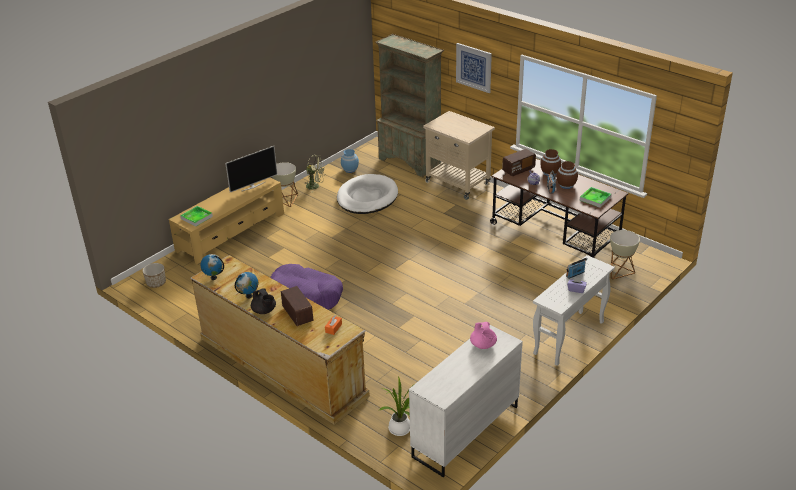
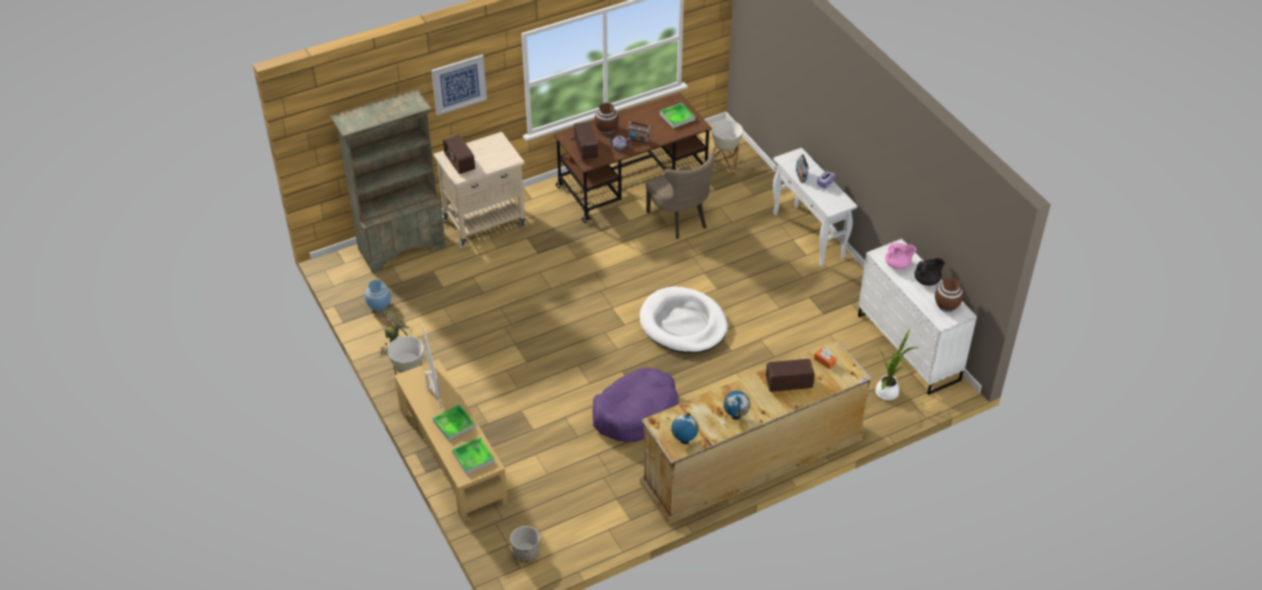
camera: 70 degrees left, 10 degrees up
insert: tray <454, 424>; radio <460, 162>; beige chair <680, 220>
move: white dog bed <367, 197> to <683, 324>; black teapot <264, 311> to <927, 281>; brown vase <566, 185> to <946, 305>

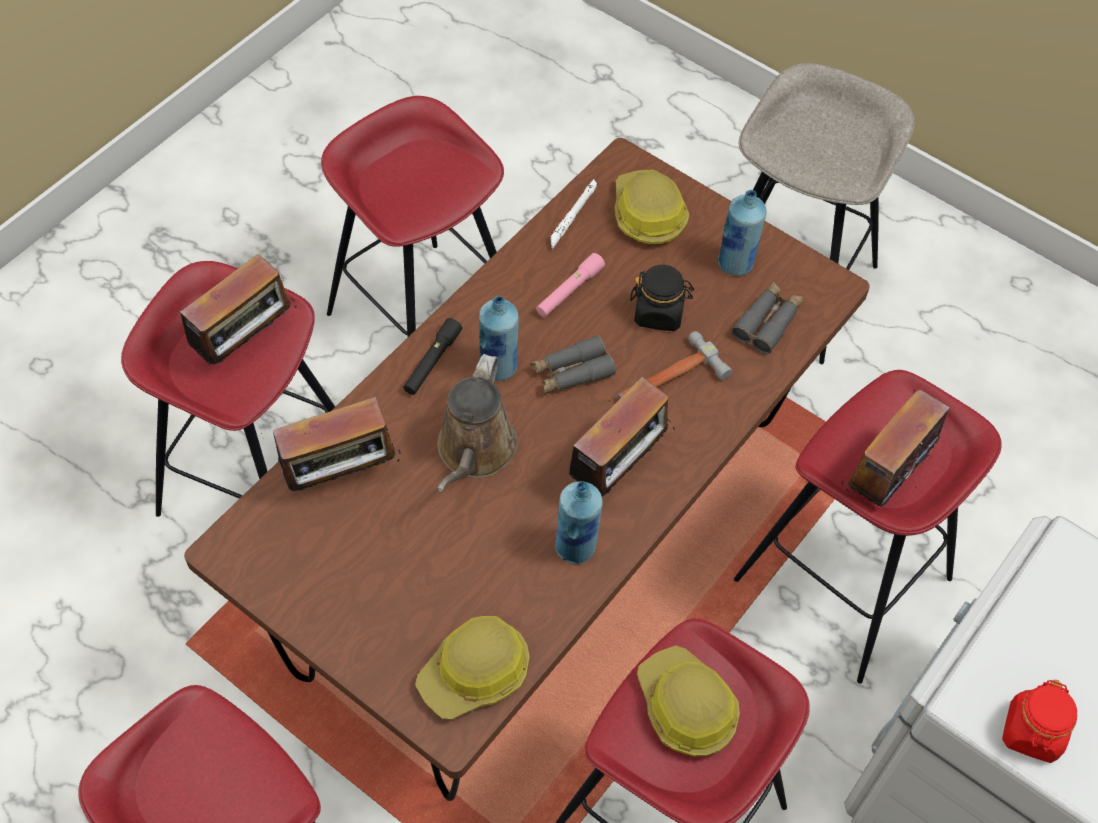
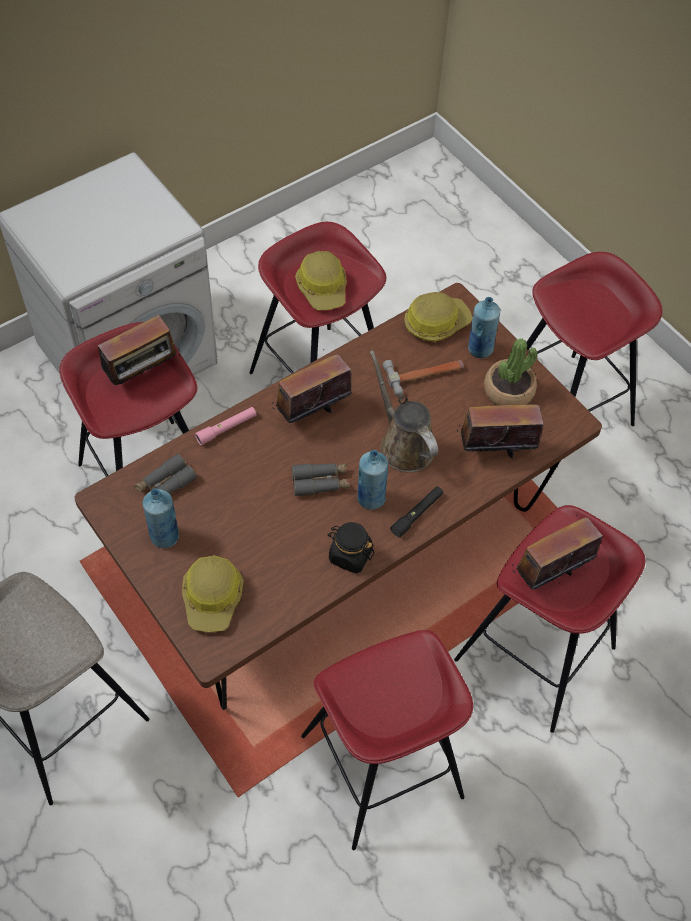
camera: 165 degrees left, 0 degrees up
delete: white flashlight <572, 216>; red jar <1032, 732>
insert: potted plant <508, 391>
move: pink flashlight <569, 291> to <226, 428>; black jar <659, 313> to <350, 555>; hammer <668, 380> to <425, 375>; blue bottle <576, 547> to <479, 349>
rotate: brown watering can <474, 452> = <403, 444> 60 degrees counterclockwise

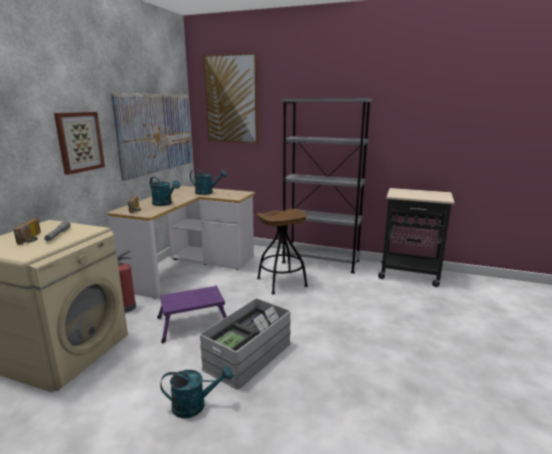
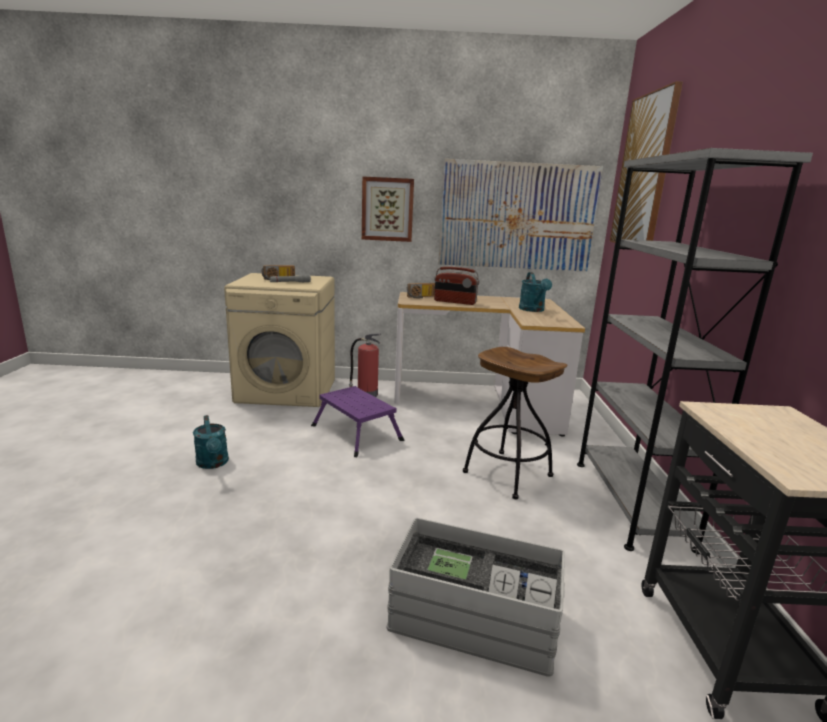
camera: 70 degrees right, 0 degrees up
move: grey storage box <247, 355> to <474, 616>
replace: turquoise watering can <165, 204> to radio <455, 302>

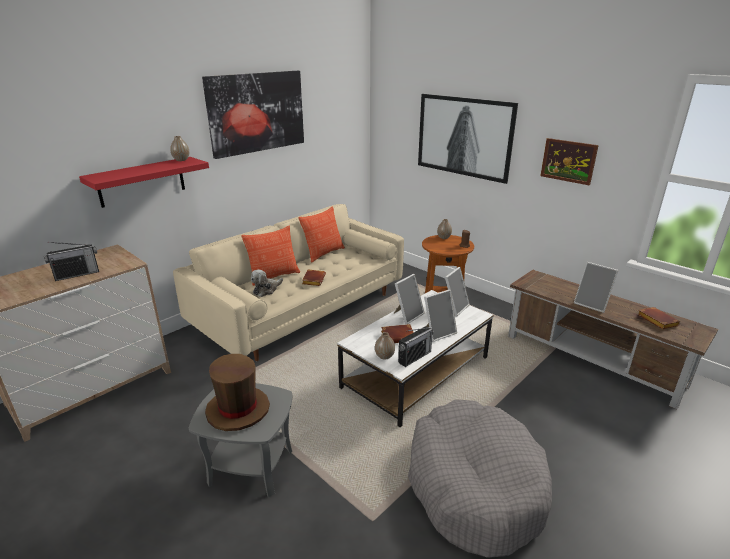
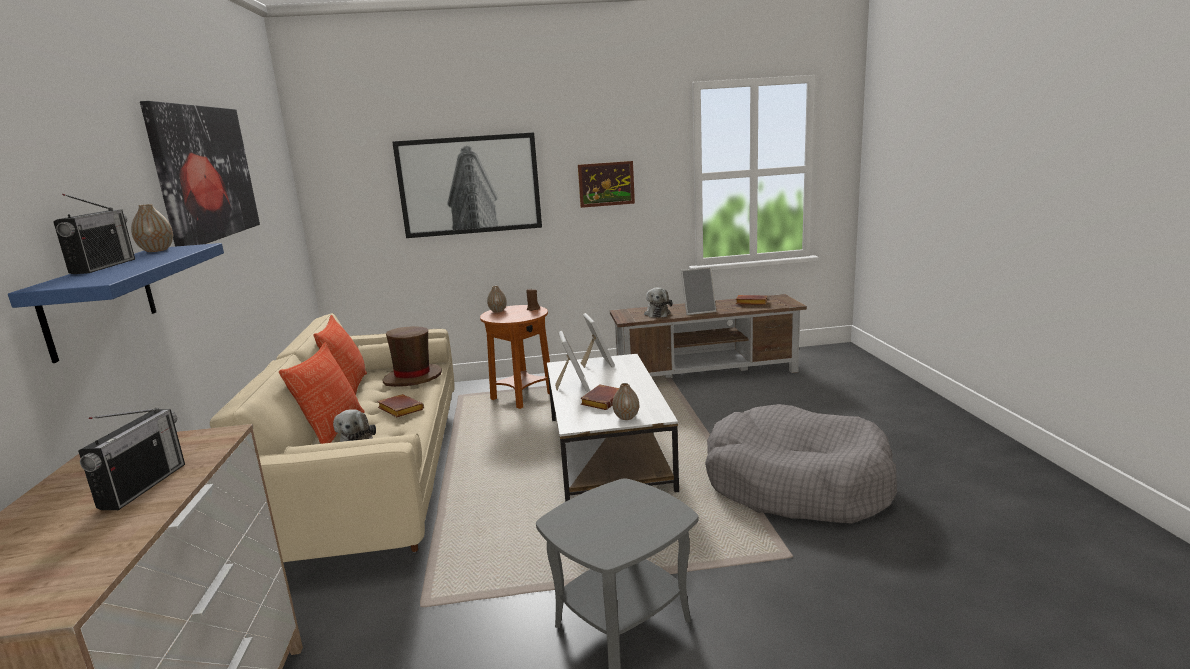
camera: 50 degrees left, 10 degrees down
delete: picture frame <438, 332>
insert: plush toy <657, 313>
move: radio <414, 357> to <103, 266>; brown hat <237, 410> to <413, 378>
recolor: red shelf <142, 182> to blue shelf <100, 301>

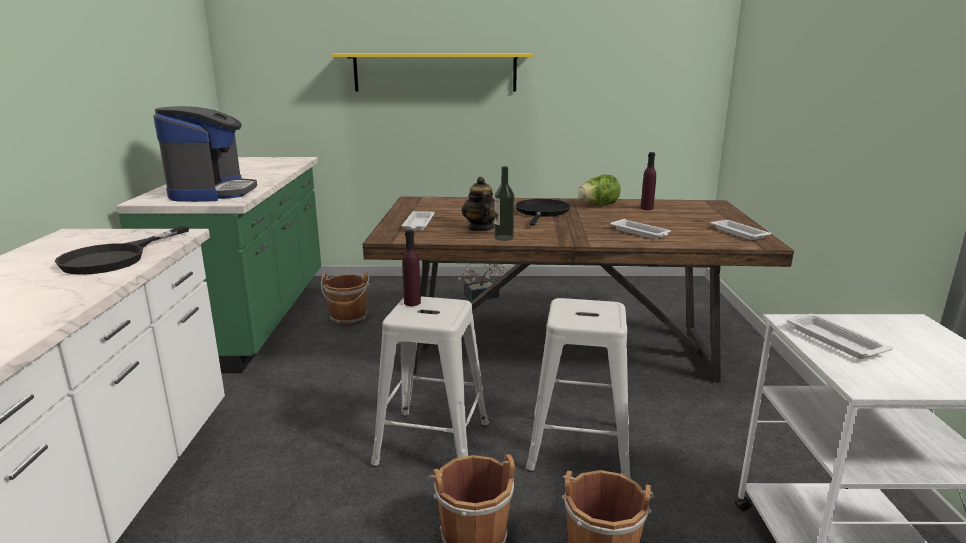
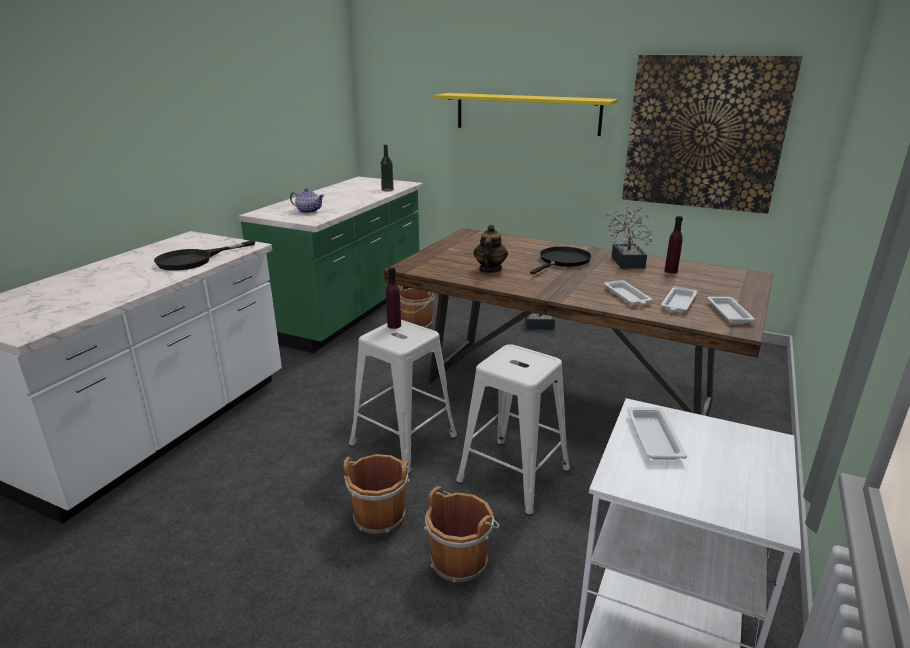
camera: 25 degrees right, 5 degrees up
insert: picture <704, 133>
move: bottle <504, 238> to <387, 190>; white tray <418, 224> to <678, 303>
replace: coffee machine <212, 192> to teapot <308, 211>; lettuce <598, 205> to potted plant <627, 260>

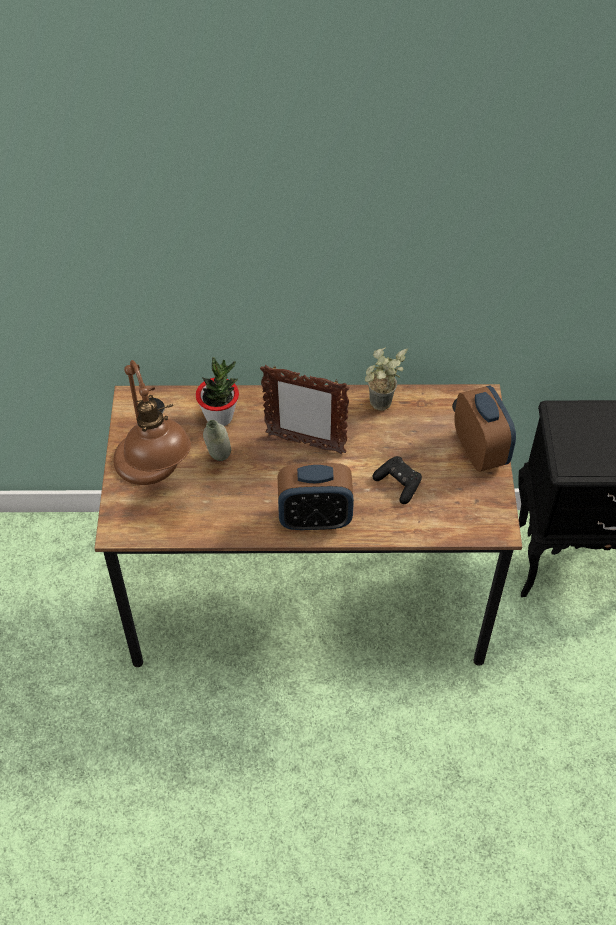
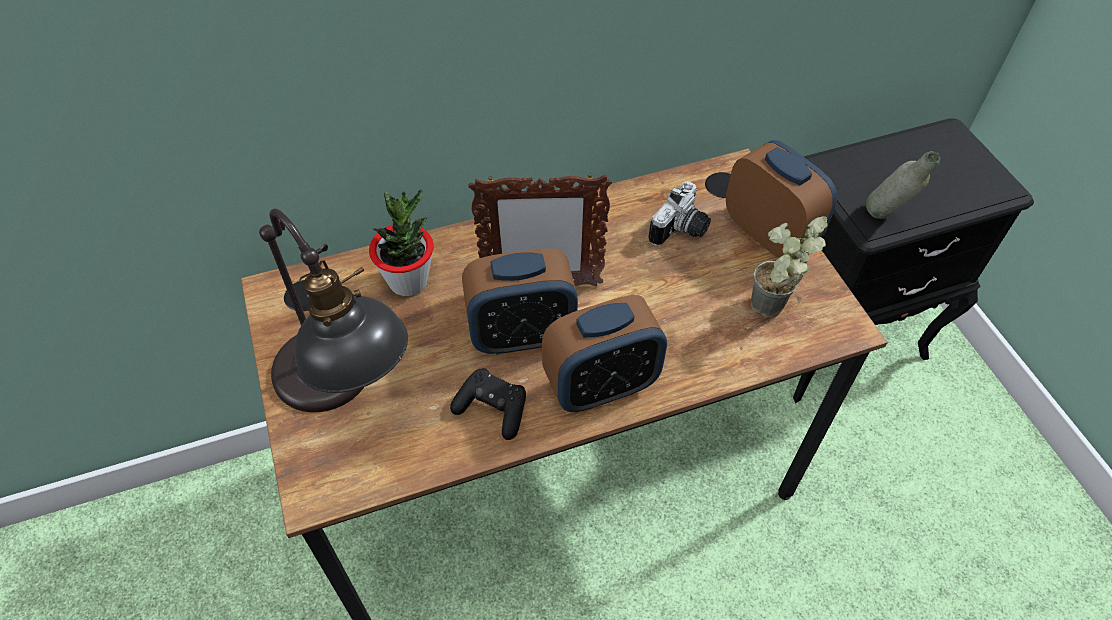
camera: 20 degrees left, 0 degrees up
insert: alarm clock <521, 335>; photo camera <681, 231>
move: black game controller <398, 484> to <492, 409>; potted plant <380, 408> to <770, 314>; grey bottle <219, 462> to <884, 221>
recolor: brown table lamp <156, 480> to grey table lamp <349, 396>

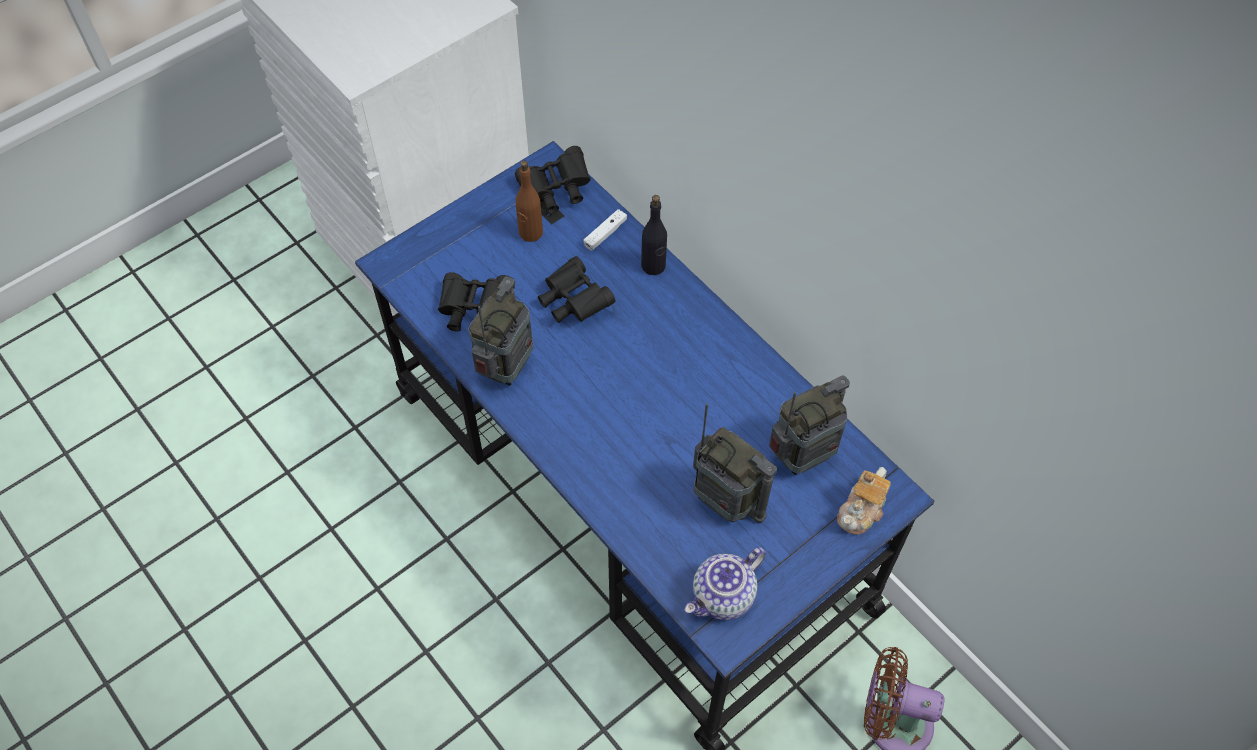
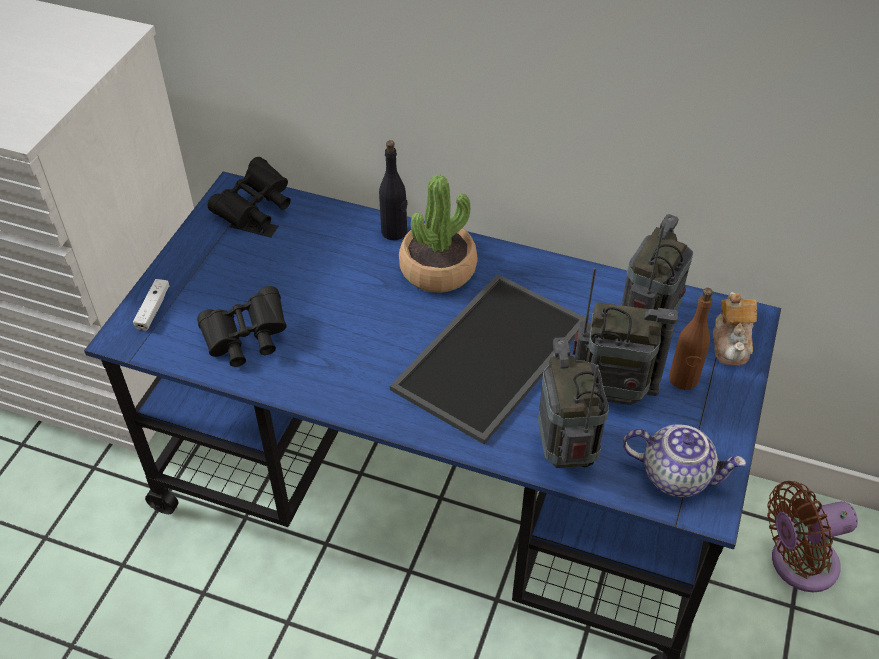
camera: 30 degrees left, 10 degrees down
delete: black binoculars <573, 301>
insert: tray <492, 358>; potted plant <438, 269>
move: white game controller <605, 234> to <153, 309>; radio <506, 367> to <566, 451>; brown bottle <530, 233> to <683, 379>
rotate: teapot <723, 597> = <676, 475> 90 degrees counterclockwise

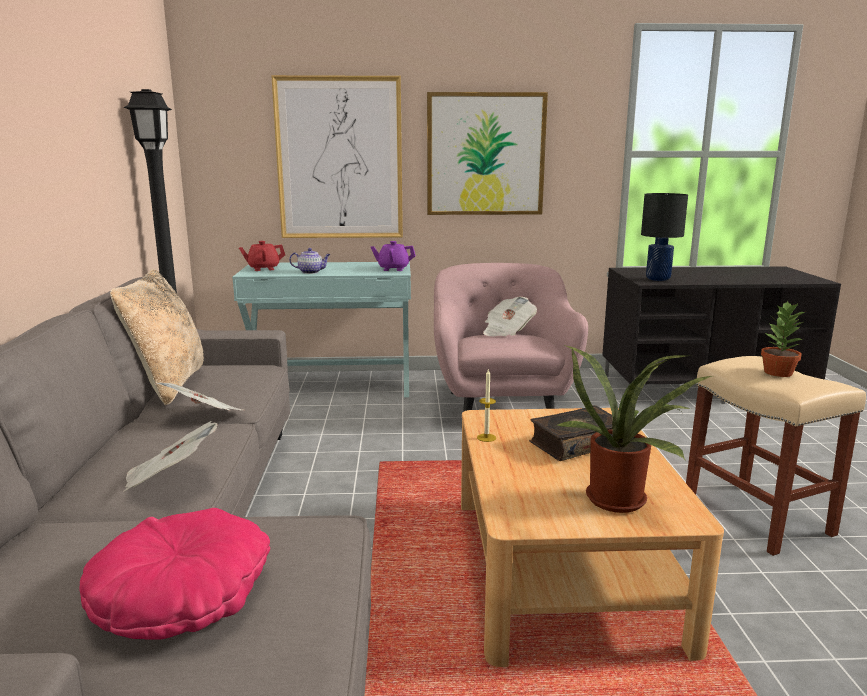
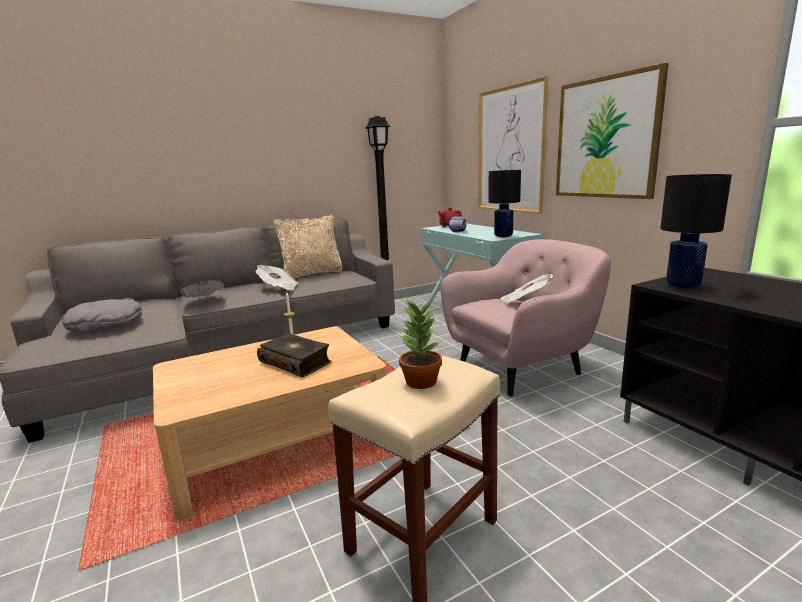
camera: 65 degrees right, 0 degrees up
delete: potted plant <620, 498>
replace: purple teapot <393, 269> to black table lamp <503, 236>
recolor: pink pillow <178, 594> to grey pillow <107, 325>

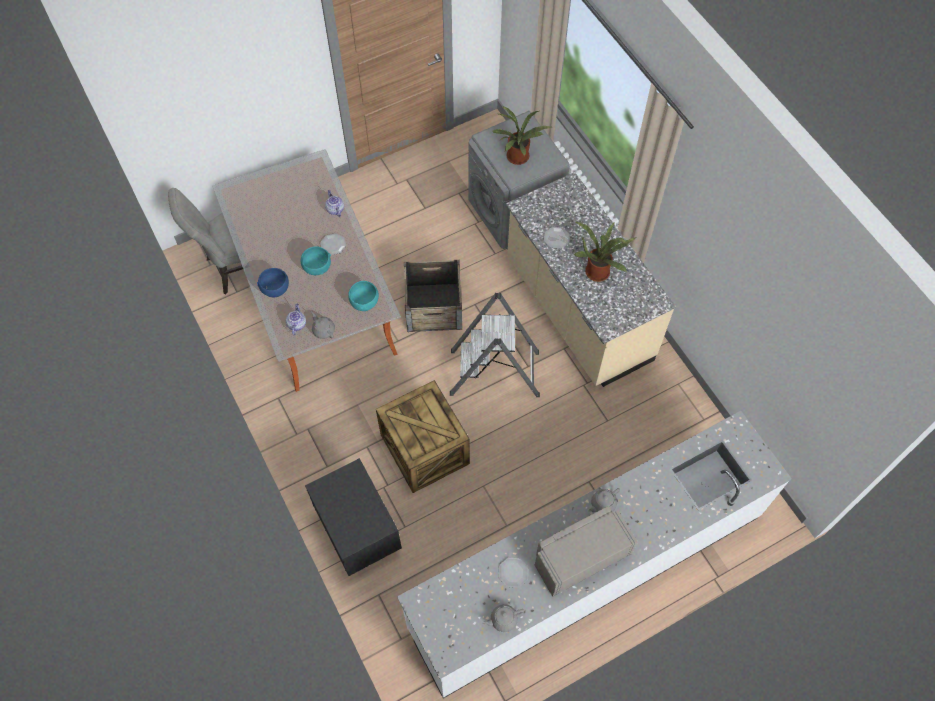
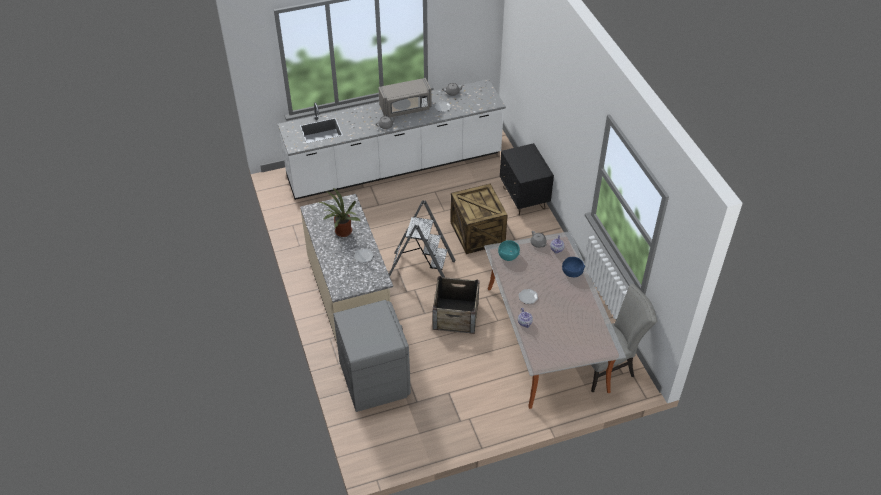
camera: 170 degrees left, 15 degrees down
delete: turquoise bowl <317, 267>; potted plant <517, 159>

